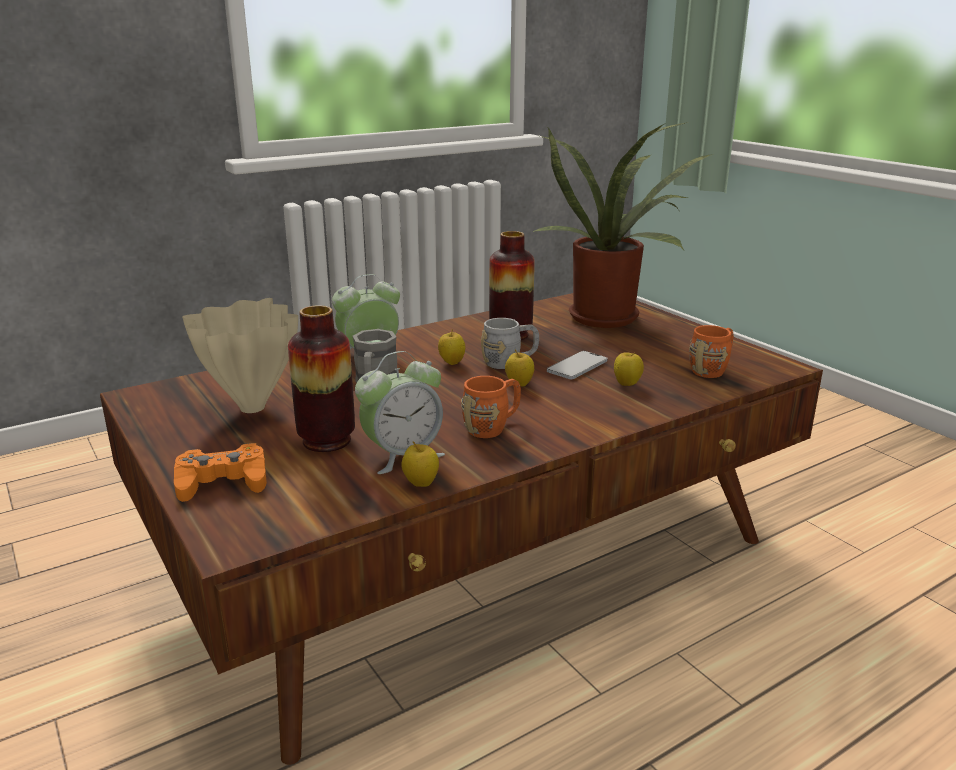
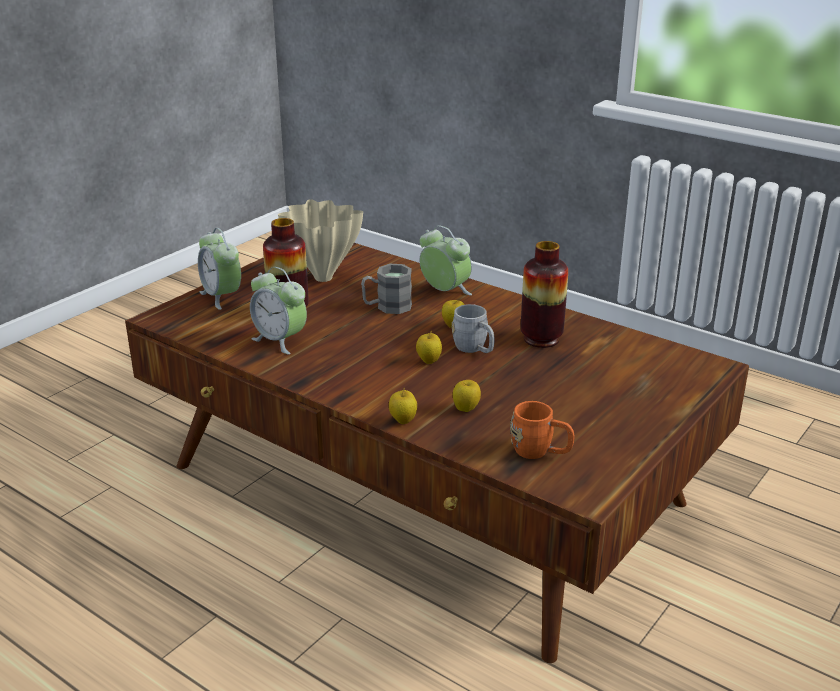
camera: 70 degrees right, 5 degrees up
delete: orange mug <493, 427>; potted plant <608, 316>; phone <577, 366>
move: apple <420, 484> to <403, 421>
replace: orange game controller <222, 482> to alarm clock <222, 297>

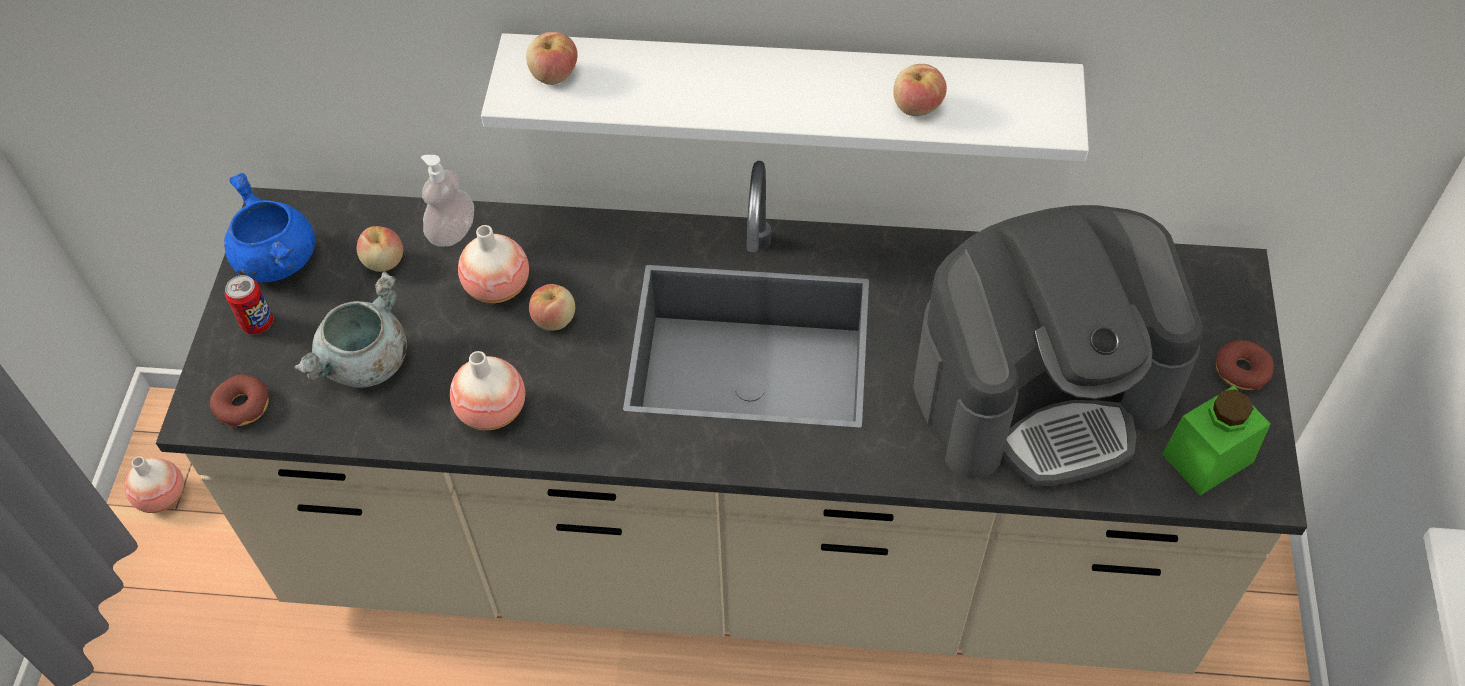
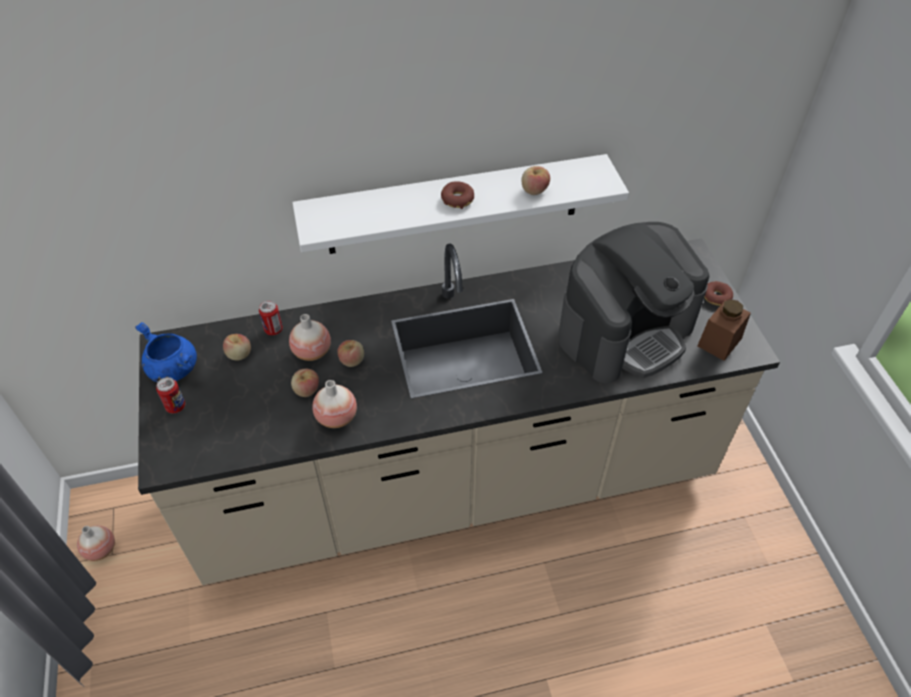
camera: 20 degrees left, 5 degrees down
delete: grey cooking pot <366, 364>
move: apple <554, 75> to <306, 390>; donut <243, 406> to <457, 199>
replace: soap dispenser <452, 232> to can <273, 329>
recolor: green jar <1207, 458> to brown jar <719, 342>

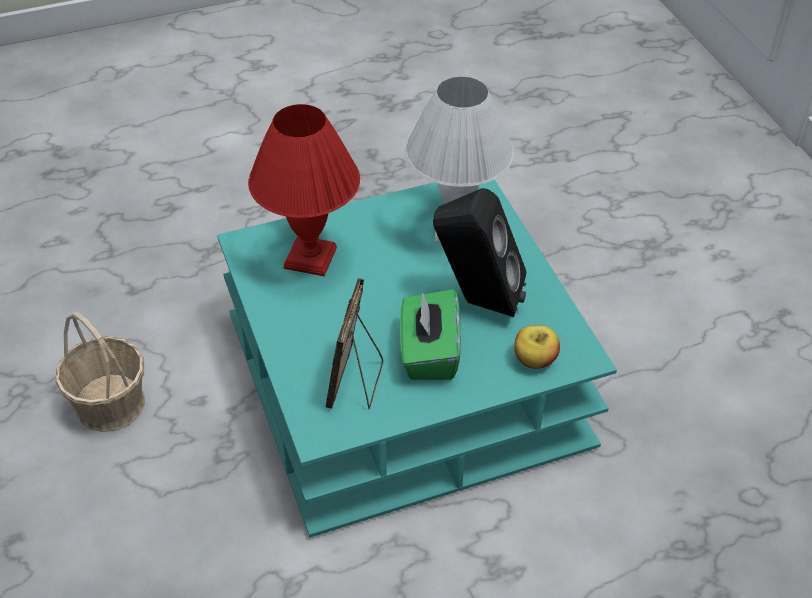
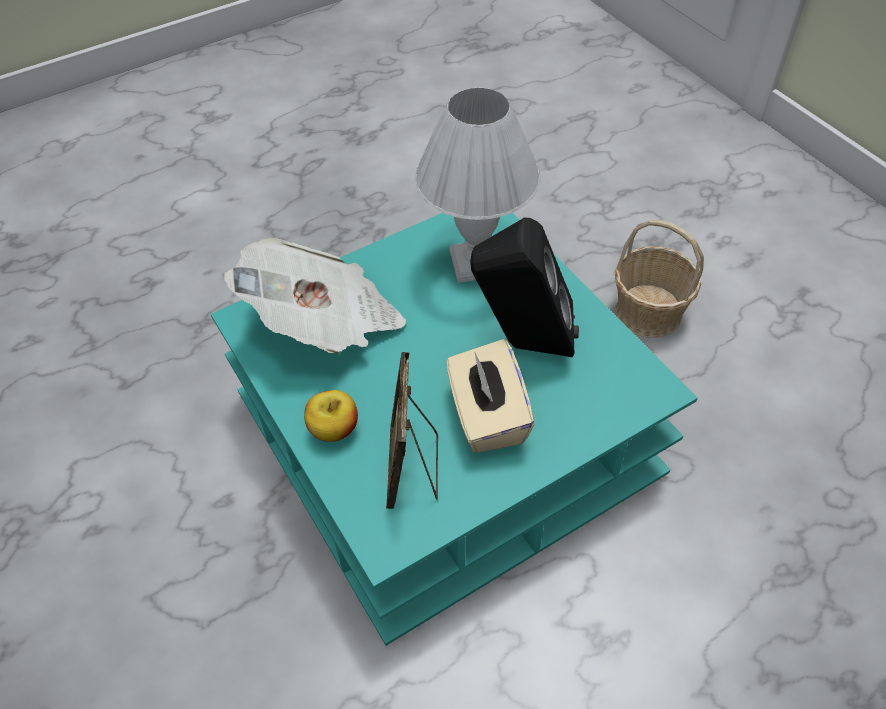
camera: 10 degrees left, 5 degrees up
move: apple <534, 360> to <334, 429>; basket <110, 403> to <648, 312>
replace: red table lamp <312, 257> to newspaper <325, 323>
recolor: green tissue box <429, 353> to beige tissue box <487, 416>

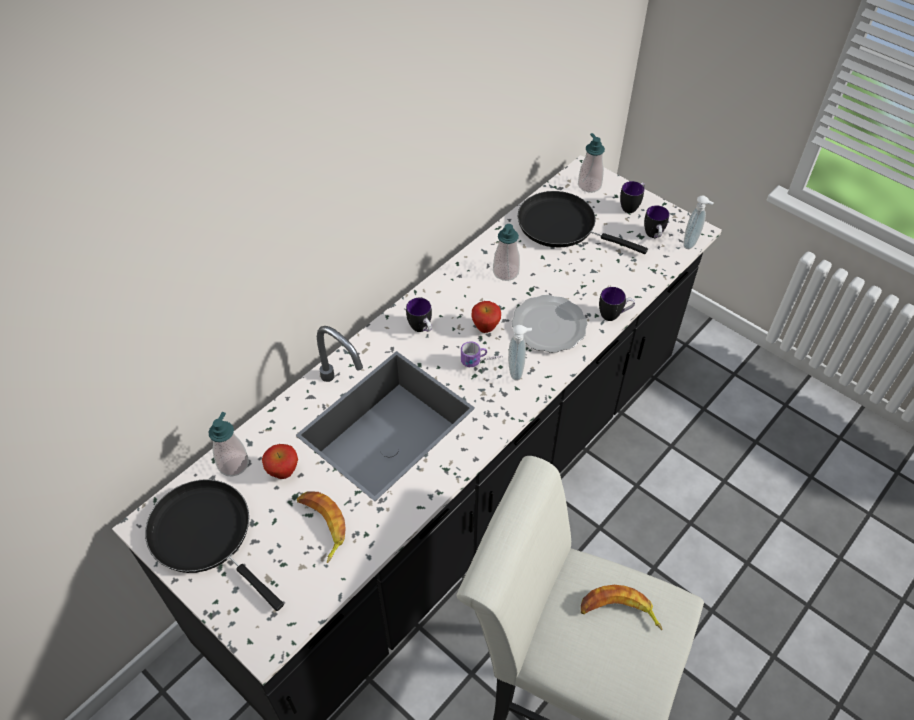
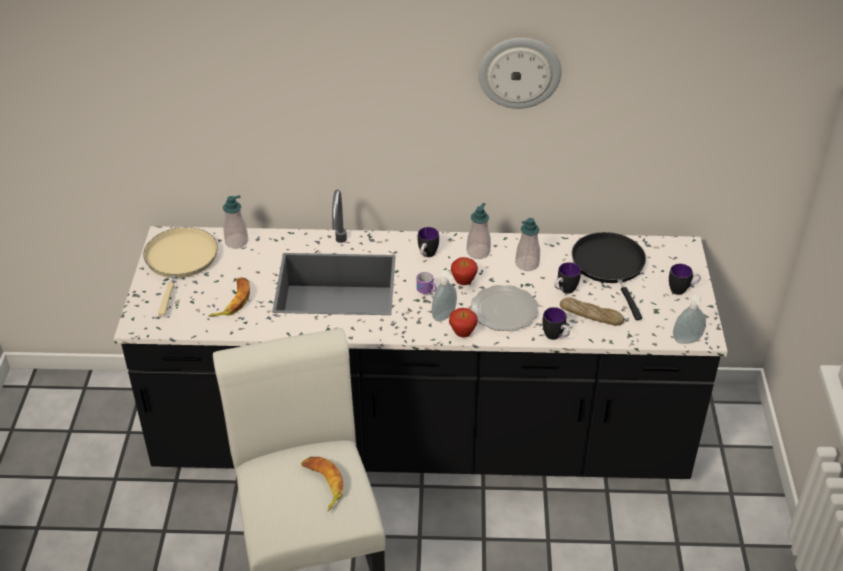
camera: 50 degrees right, 10 degrees down
insert: wall clock <519, 72>; bread <591, 316>
move: apple <283, 473> to <462, 334>; soap dispenser <589, 185> to <478, 252>; mug <653, 236> to <564, 291>
recolor: black frying pan <206, 535> to beige frying pan <180, 261>

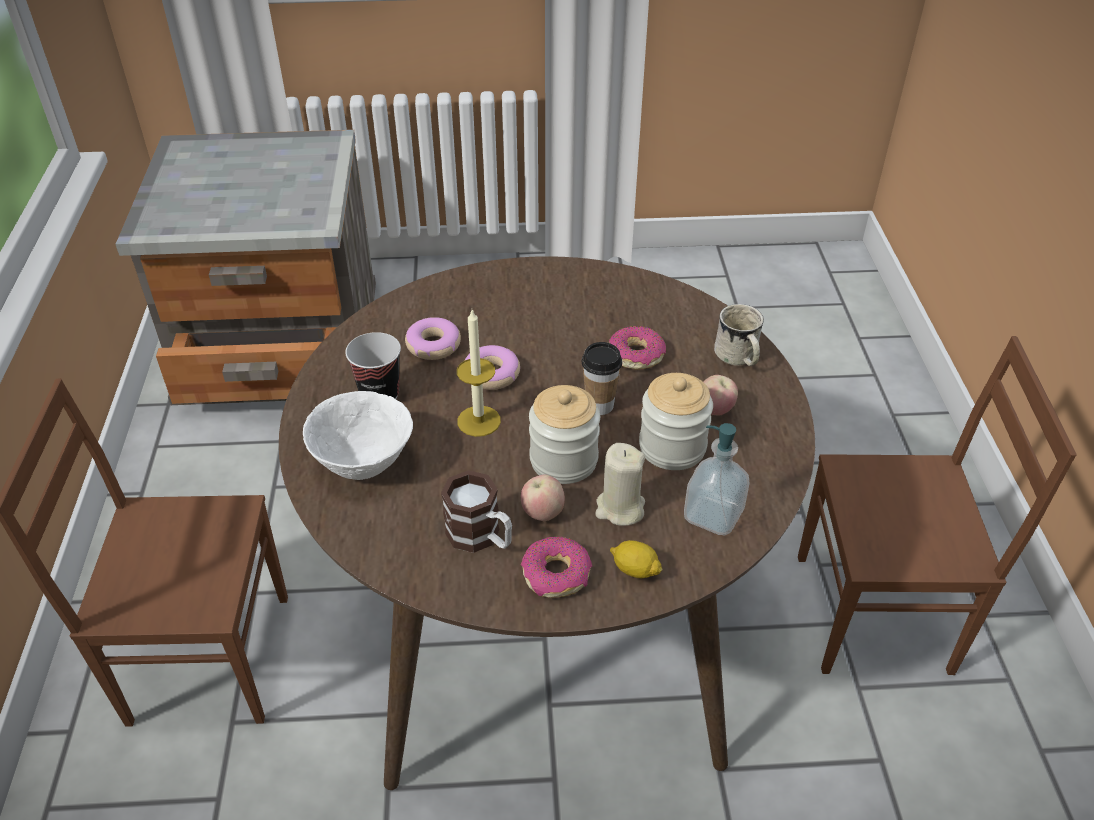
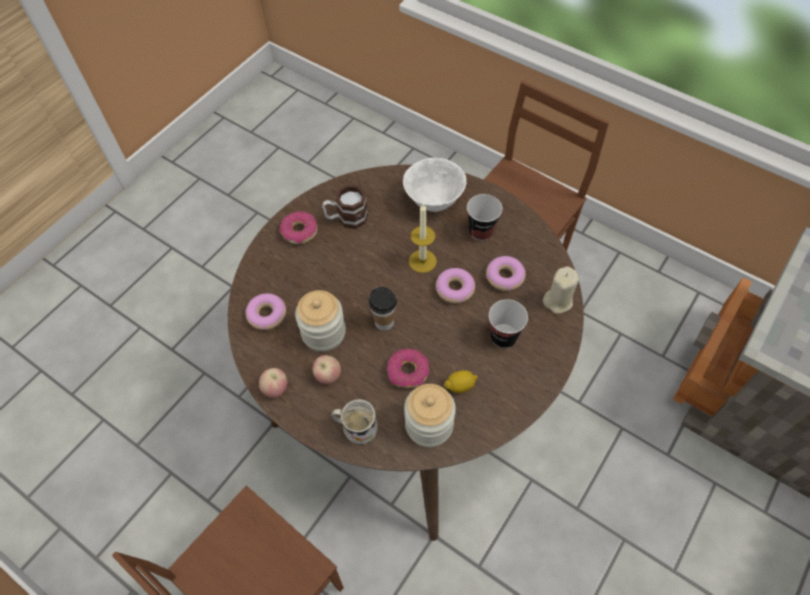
camera: 130 degrees right, 15 degrees up
insert: cup <503, 336>
move: apple <543, 513> to <276, 389>; jar <563, 460> to <429, 425>; lemon <635, 570> to <460, 386>; beige candle <619, 508> to <558, 300>
replace: soap dispenser <713, 515> to donut <267, 314>

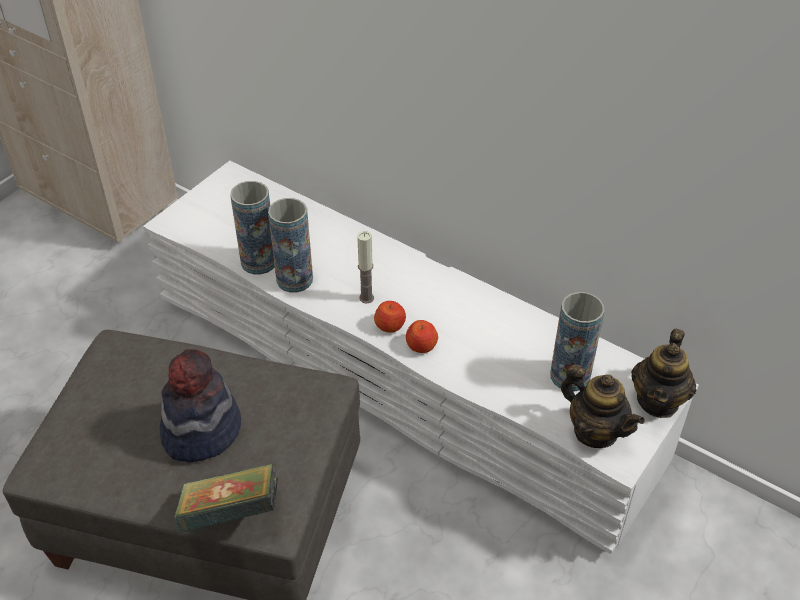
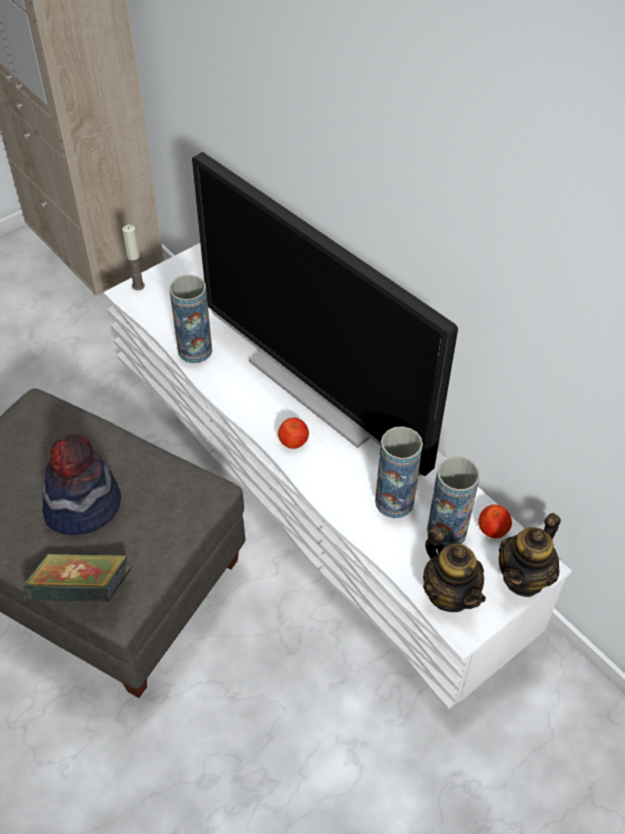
camera: 15 degrees right, 5 degrees up
insert: television <319, 390>
move: candle <366, 298> to <138, 286>; vase <294, 279> to <394, 502>; apple <421, 346> to <493, 529>

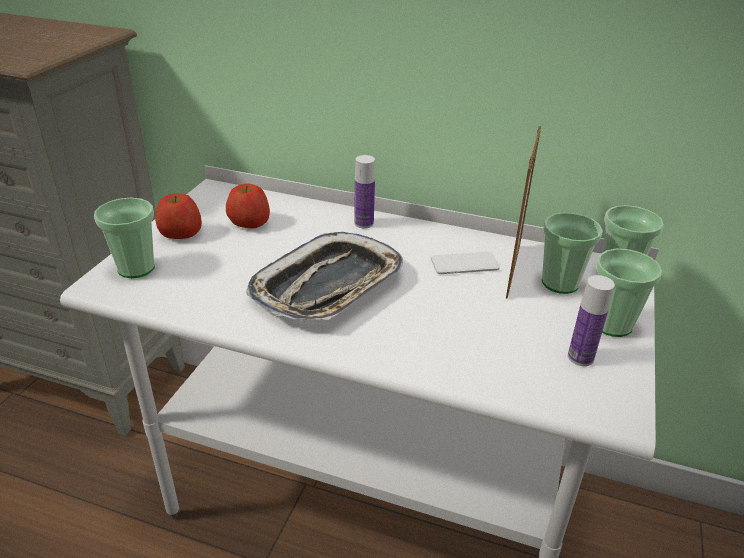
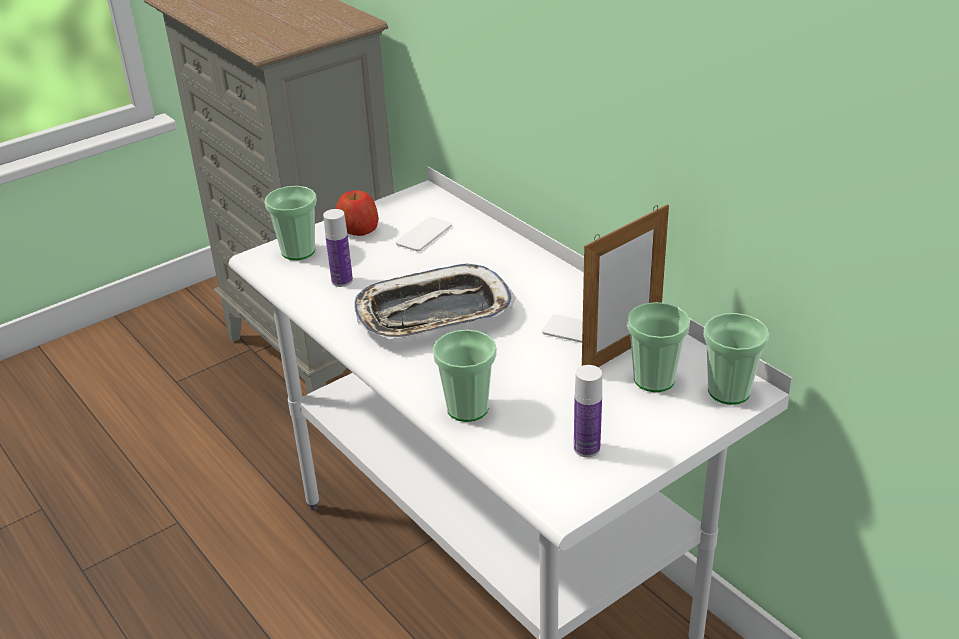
camera: 35 degrees right, 0 degrees up
move: bottle <364, 223> to <342, 281>; cup <611, 324> to <467, 408>
replace: apple <249, 222> to phone <424, 235>

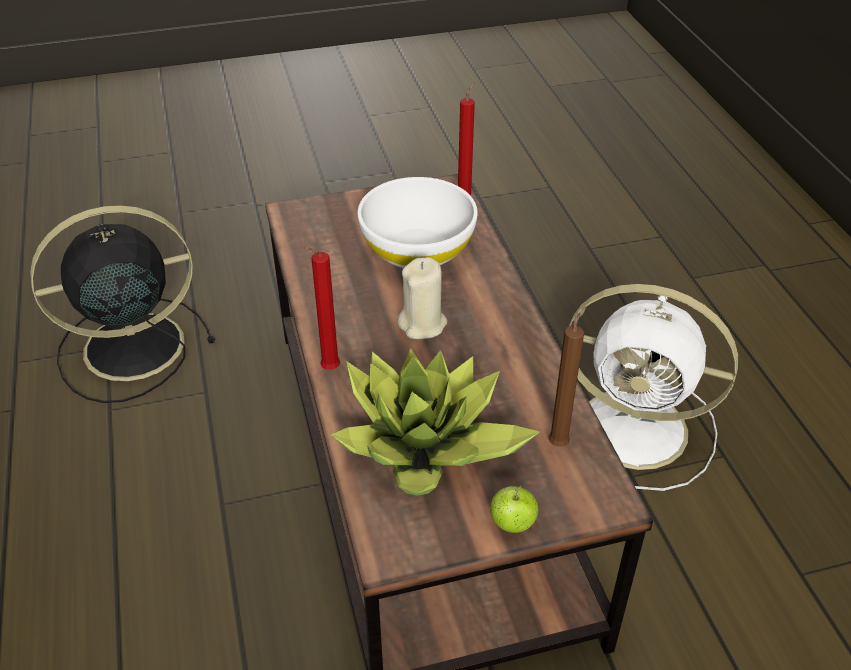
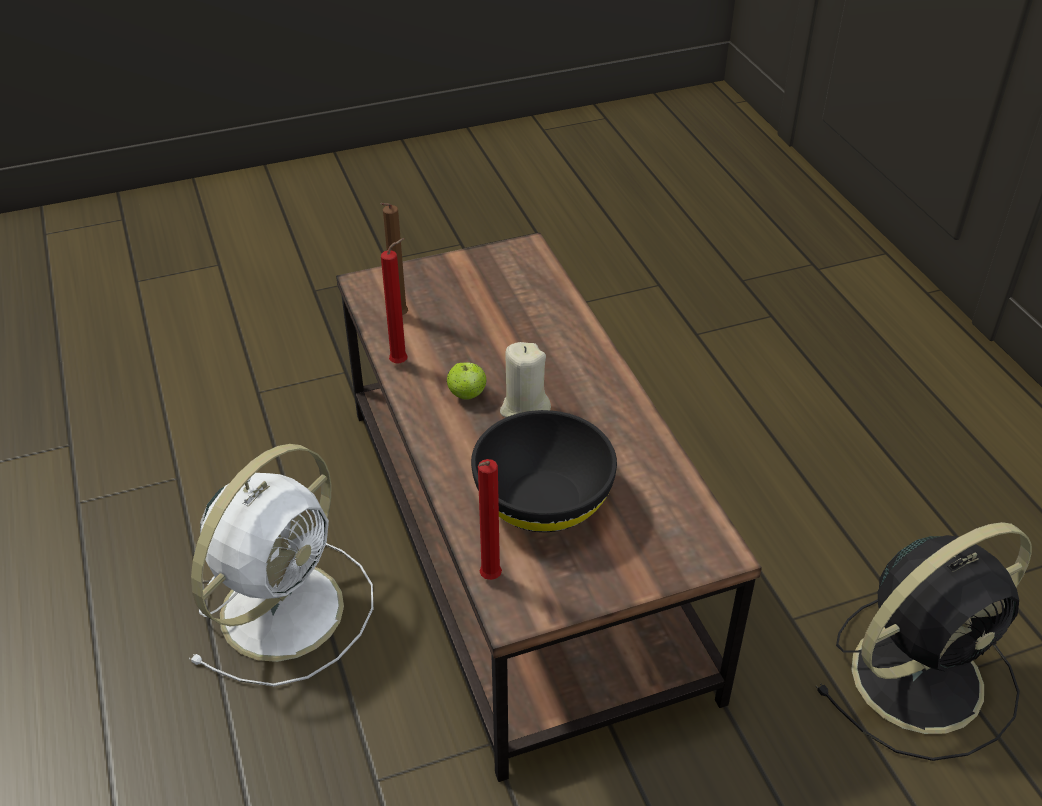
camera: 175 degrees right, 0 degrees up
delete: potted plant <427, 444>
move: red candle <327, 369> to <402, 363>; apple <512, 523> to <467, 395>
recolor: white bowl <418, 250> to black bowl <542, 501>
rotate: white fan <638, 429> = <286, 606> 105 degrees clockwise

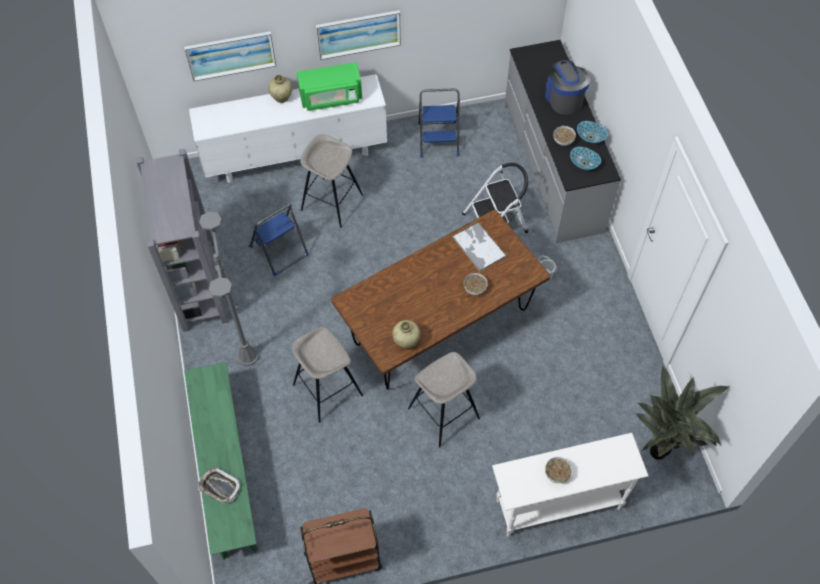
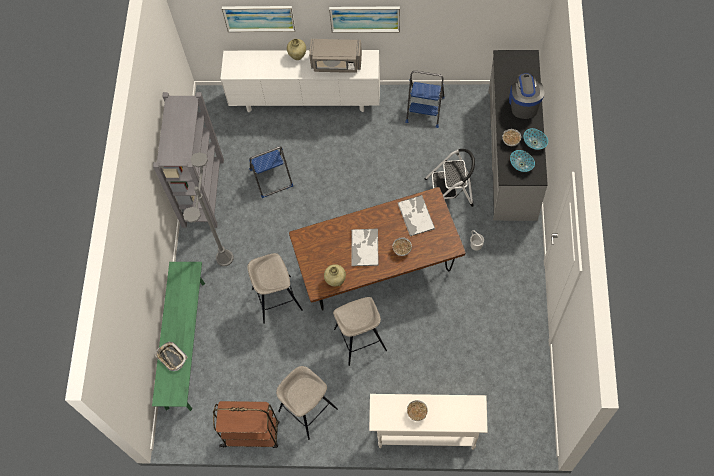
camera: 20 degrees right, 5 degrees up
delete: potted plant <661, 450>
insert: tray <364, 247>
move: grey stool <332, 202> to <308, 410>
recolor: green microwave <331, 98> to grey microwave <336, 63>

